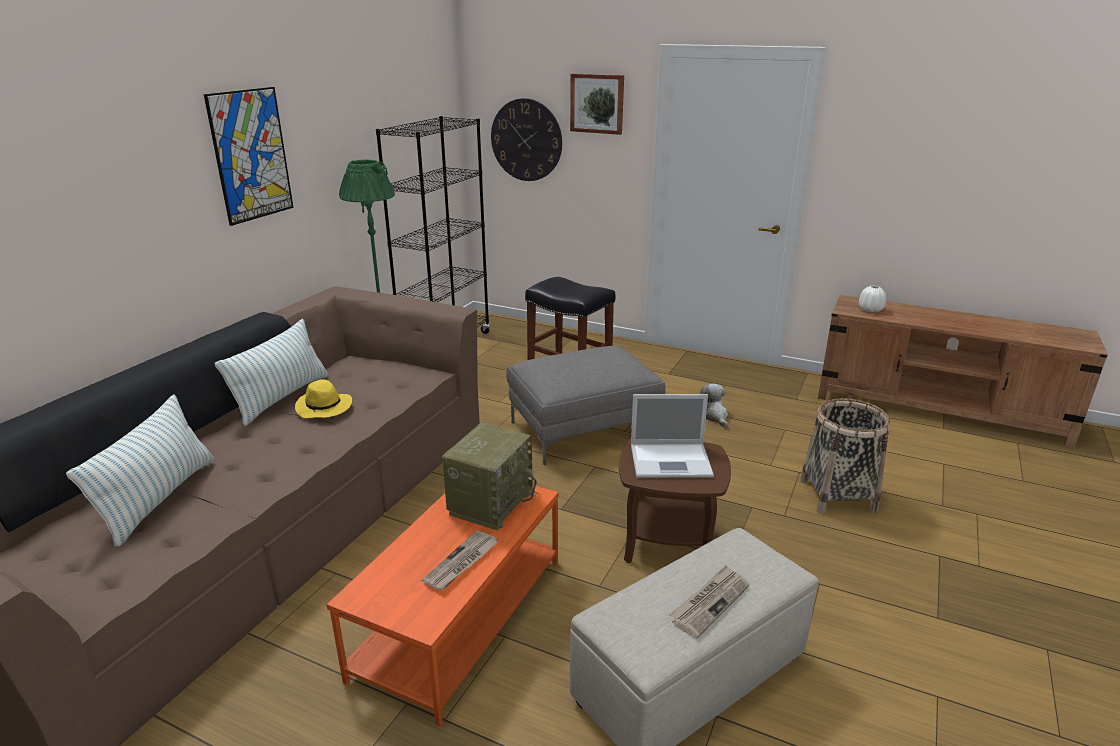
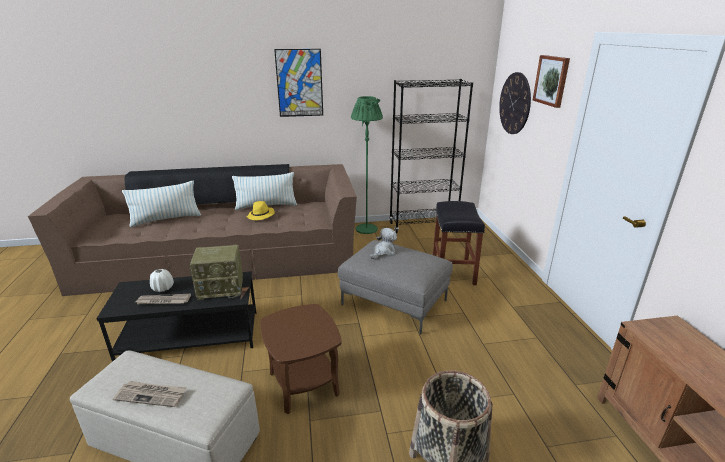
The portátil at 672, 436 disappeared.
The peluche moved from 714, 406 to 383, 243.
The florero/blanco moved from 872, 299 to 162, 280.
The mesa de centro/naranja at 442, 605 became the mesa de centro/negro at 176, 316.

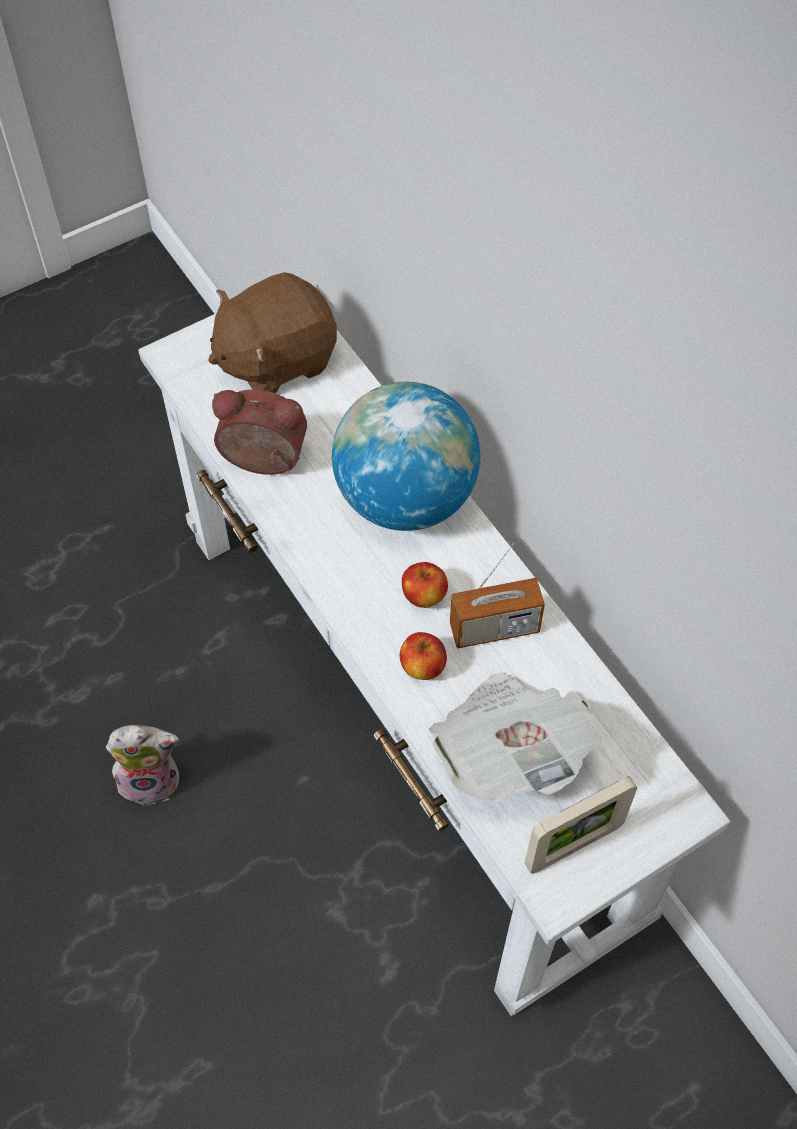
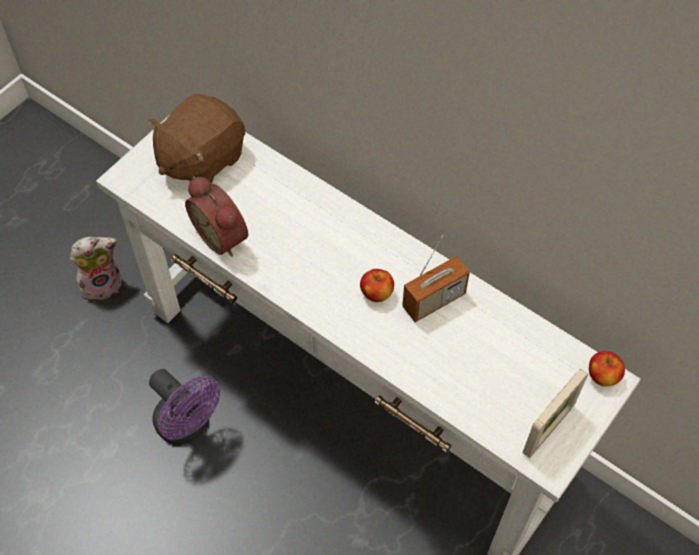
The globo terráqueo at 406, 456 disappeared.
The periódico at 516, 737 disappeared.
The ventilador/morado at 184, 407 appeared.
The peluche moved from 142, 765 to 96, 268.
The manzana moved from 423, 656 to 607, 368.
The despertador at 259, 432 turned 120 degrees counterclockwise.

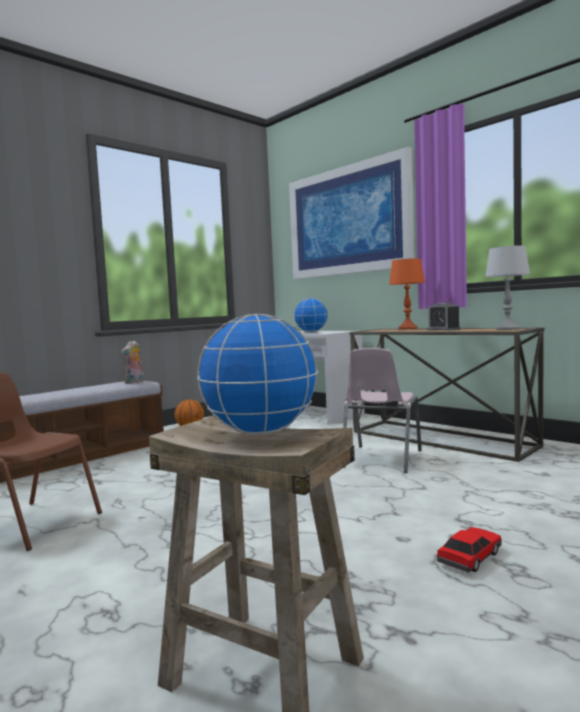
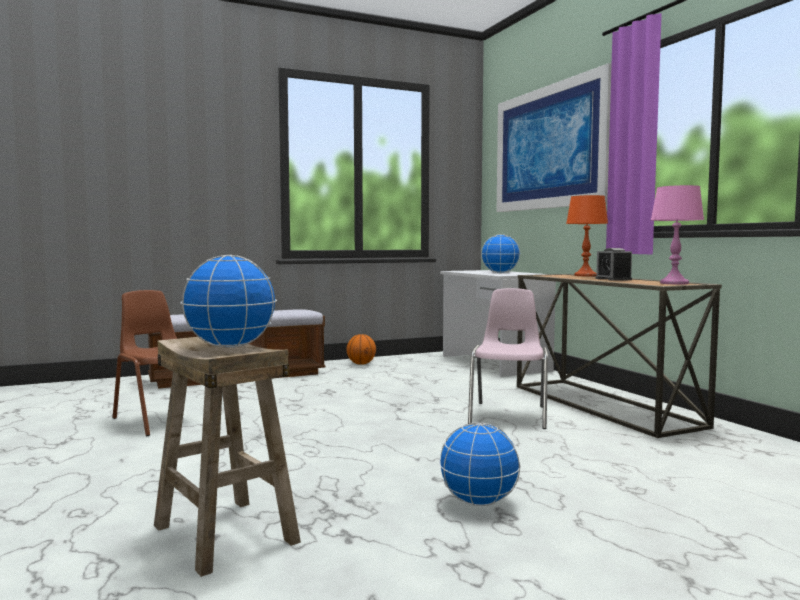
The peluche at 132, 362 disappeared.
The coche de juguete at 469, 550 was replaced by the globo terráqueo at 480, 464.
The lámpara de mesa/gris at 507, 287 became the lámpara de mesa/rosa at 677, 235.
The silla/rosa at 382, 410 turned 150 degrees clockwise.

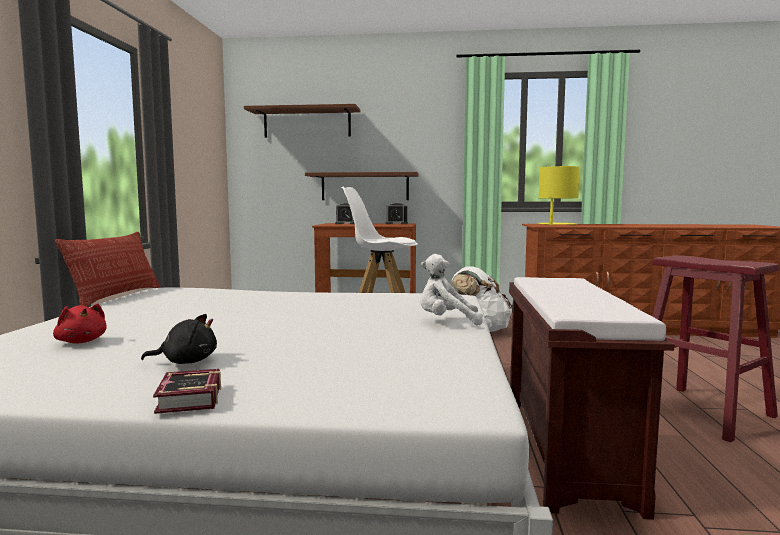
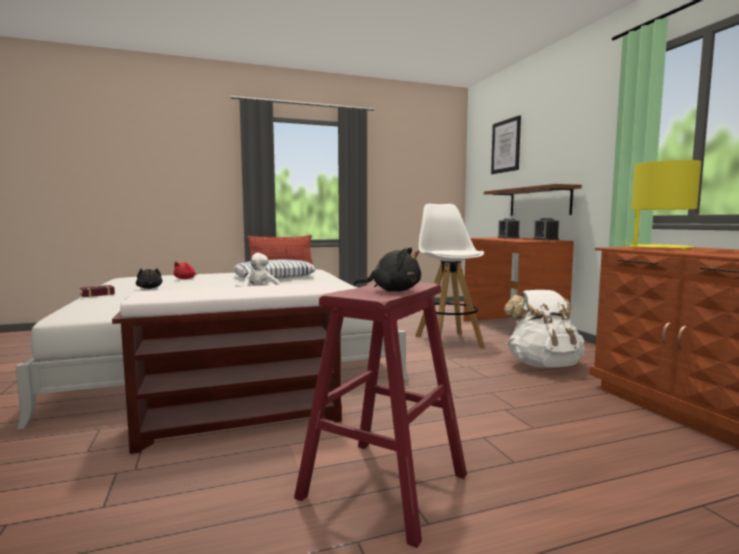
The cojín at 274, 269 appeared.
The peluche/negro at 387, 270 appeared.
The estante/marrón at 302, 121 was replaced by the cuadro at 506, 144.

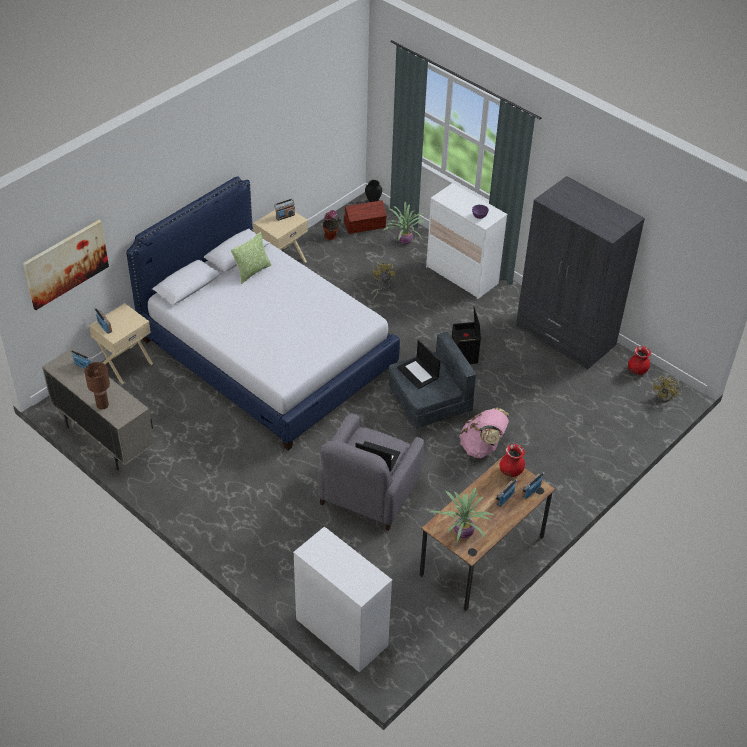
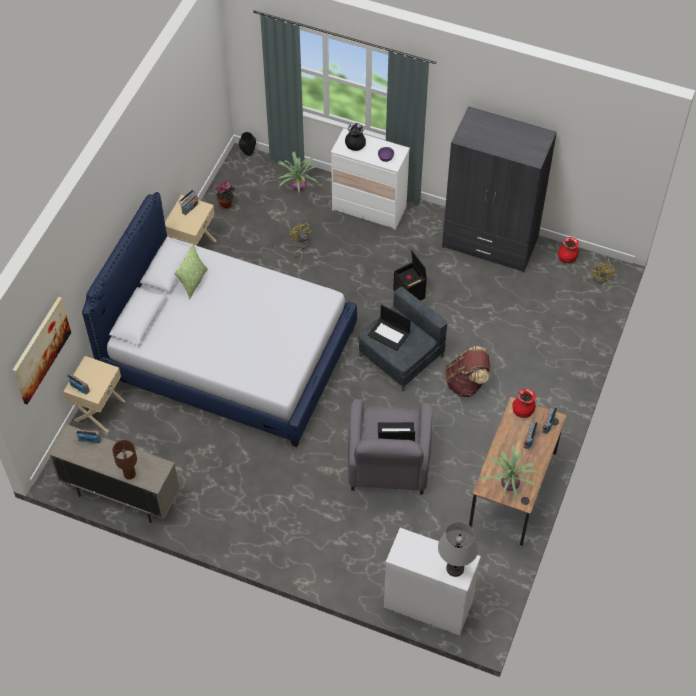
The caja de almacenaje/marrón at 365, 217 disappeared.
The florero/negro at 355, 137 appeared.
The lámpara de mesa/gris at 458, 549 appeared.
The mochila/rosa at 484, 433 became the mochila/marrón at 467, 371.

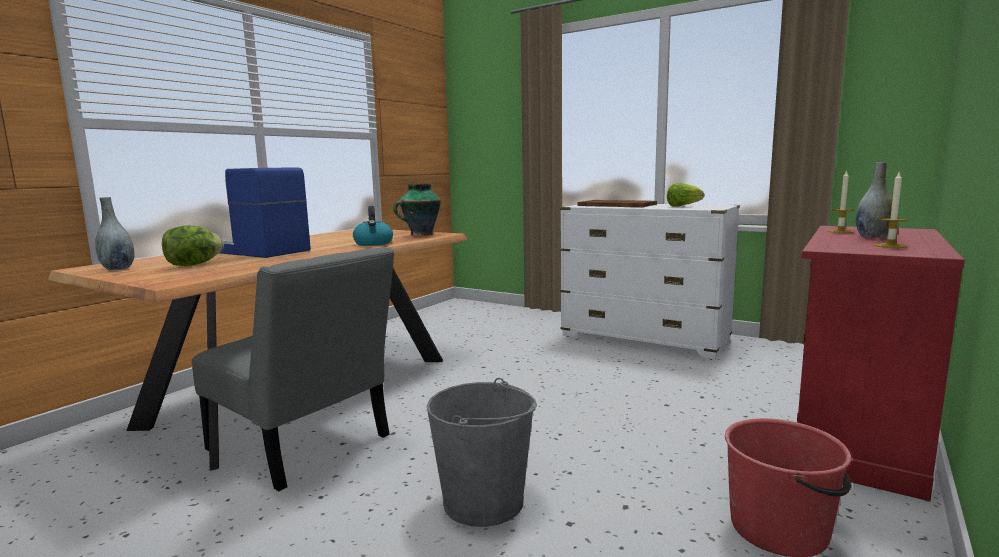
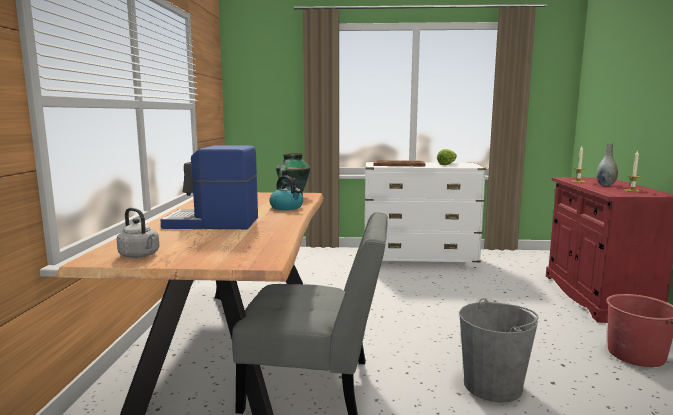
The lechuga at 193, 245 disappeared.
The florero/gris at 115, 233 was replaced by the hervidor/gris at 138, 233.

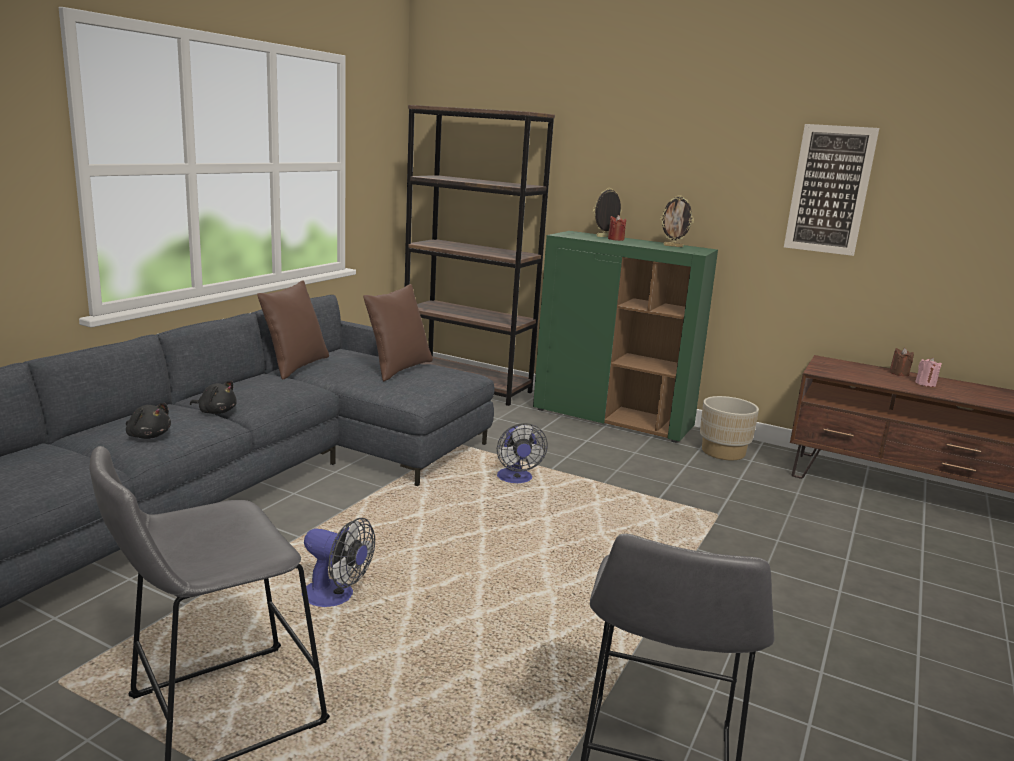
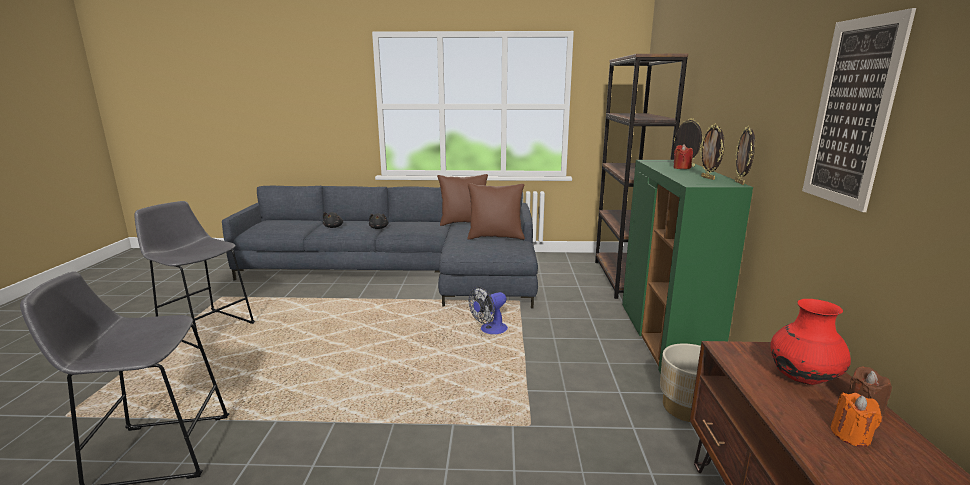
The ventilador at 338, 562 disappeared.
The portarretratos at 745, 155 appeared.
The florero/rojo at 810, 342 appeared.
The vela/rosa at 928, 372 became the vela/naranja at 856, 419.

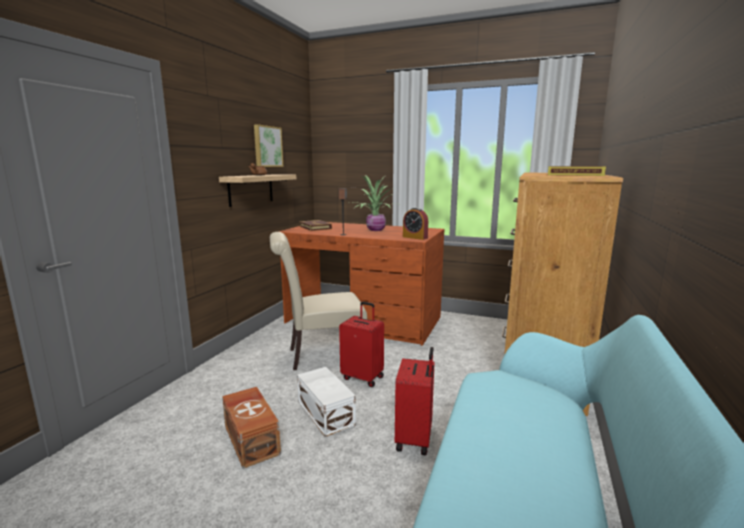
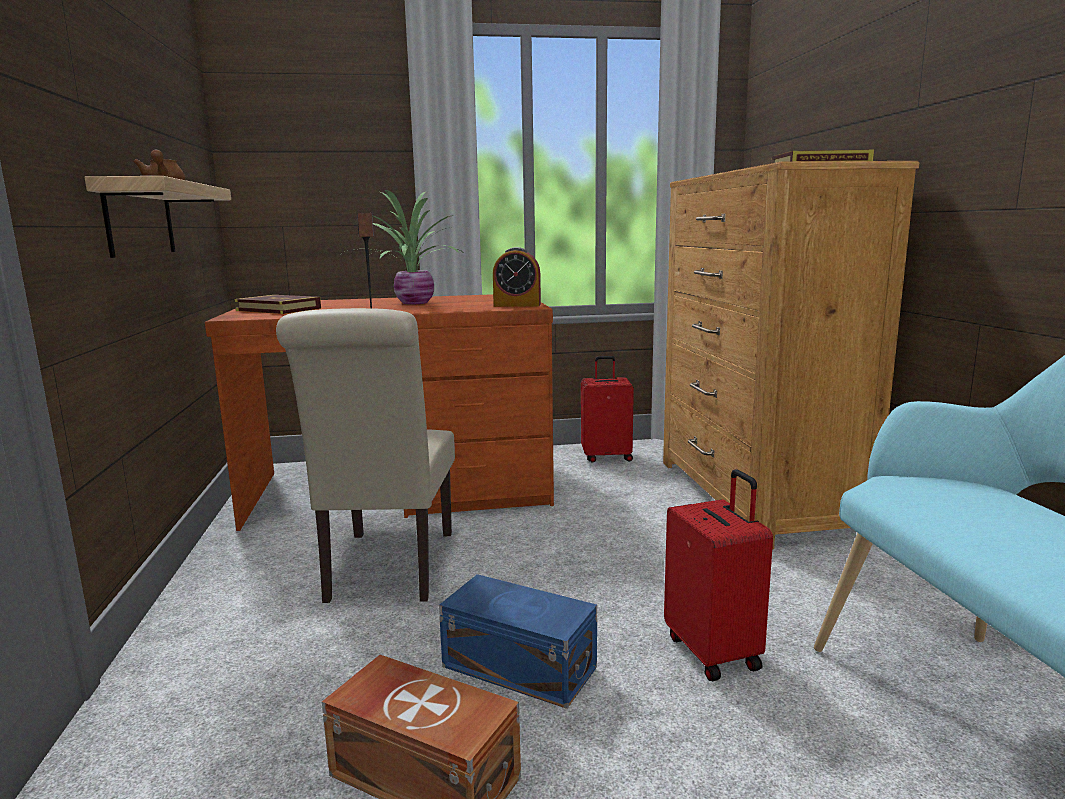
The cuadro at 268, 145 disappeared.
The maleta/rojo moved from 361, 344 to 607, 409.
The caja de almacenaje/blanco at 326, 402 became the caja de almacenaje/azul at 518, 641.
The silla/beis at 318, 301 turned 45 degrees counterclockwise.

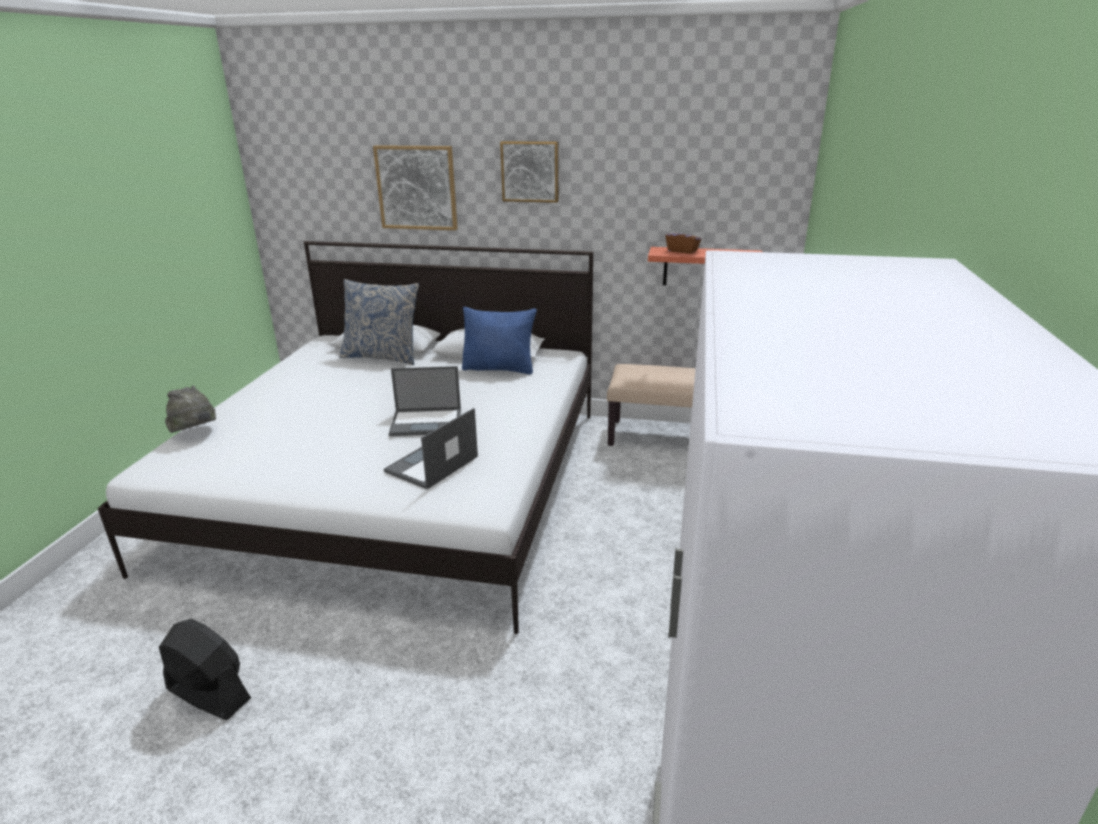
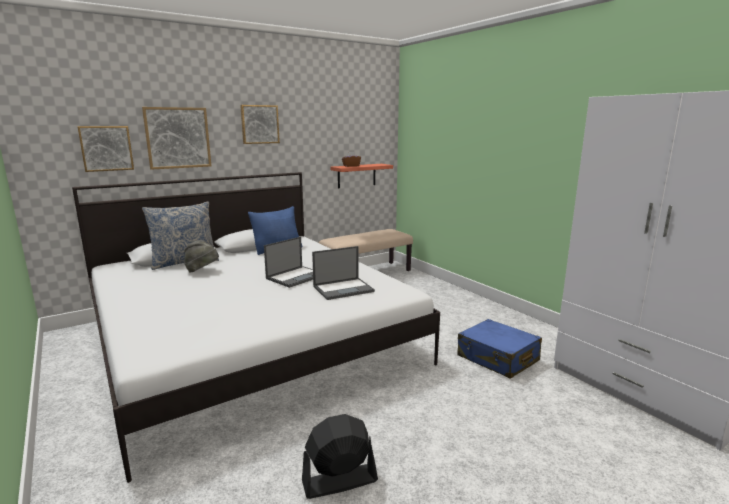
The cuadro at 105, 149 appeared.
The maleta/azul at 500, 349 appeared.
The sombrero/gris moved from 190, 409 to 201, 256.
The portátil at 431, 448 turned 105 degrees counterclockwise.

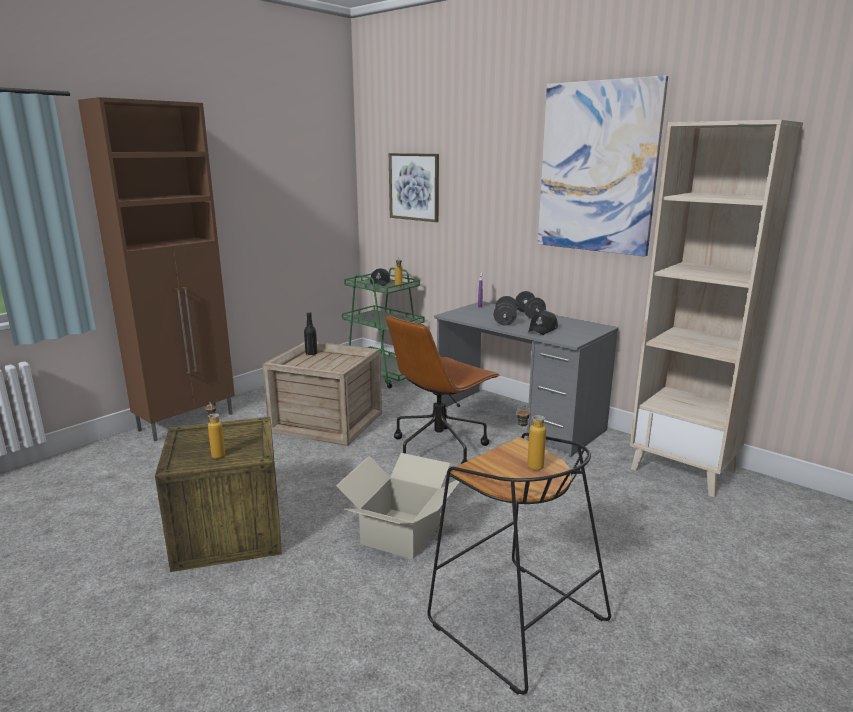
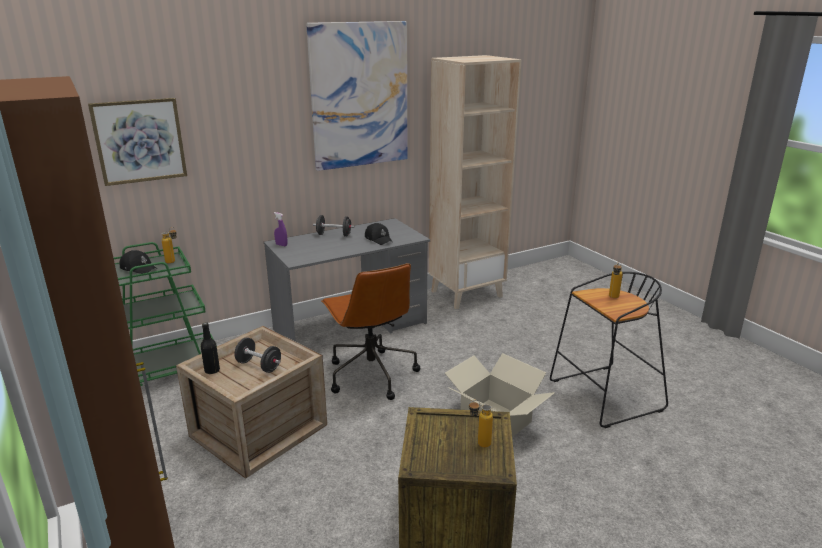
The mancuerna/negro moved from 506, 311 to 257, 355.

